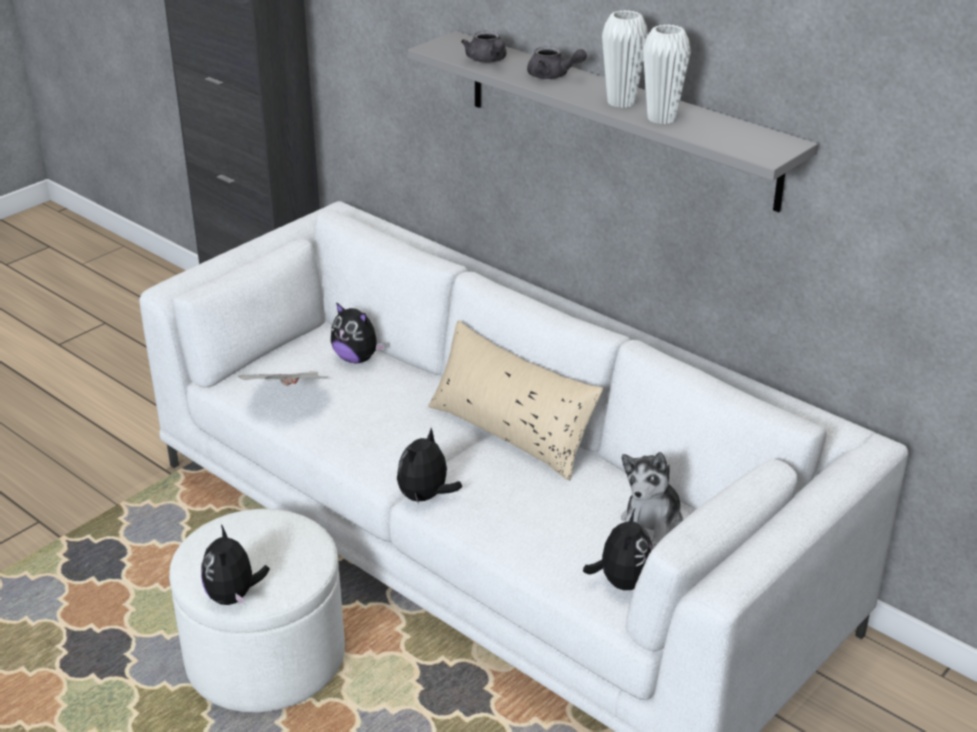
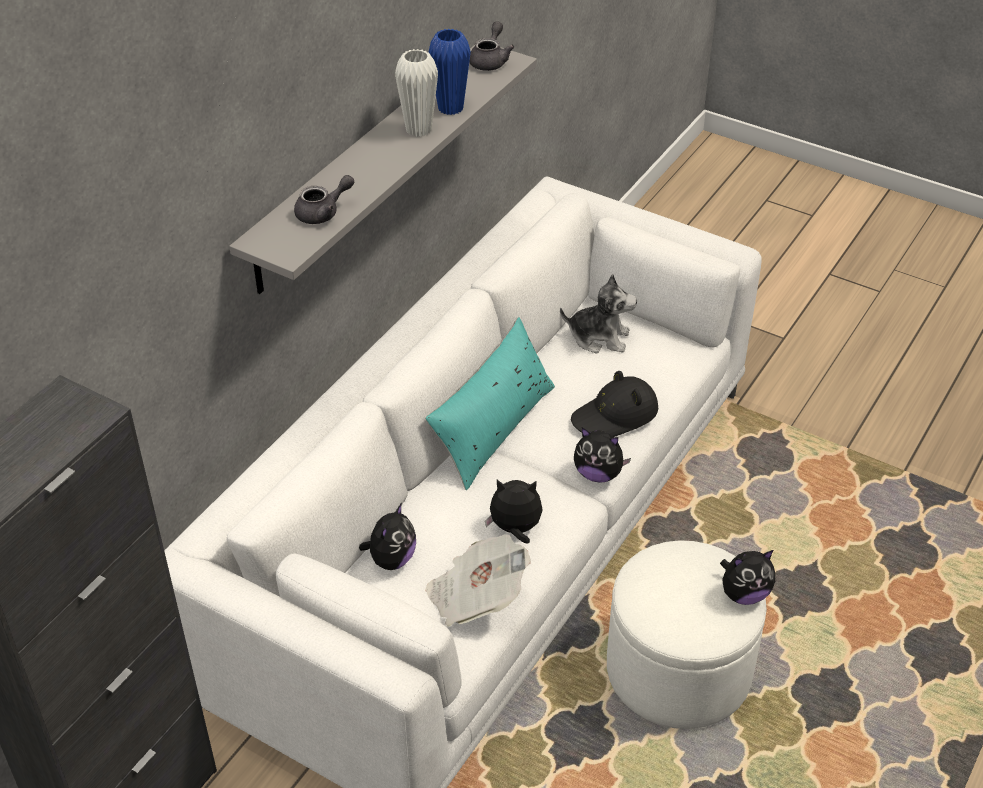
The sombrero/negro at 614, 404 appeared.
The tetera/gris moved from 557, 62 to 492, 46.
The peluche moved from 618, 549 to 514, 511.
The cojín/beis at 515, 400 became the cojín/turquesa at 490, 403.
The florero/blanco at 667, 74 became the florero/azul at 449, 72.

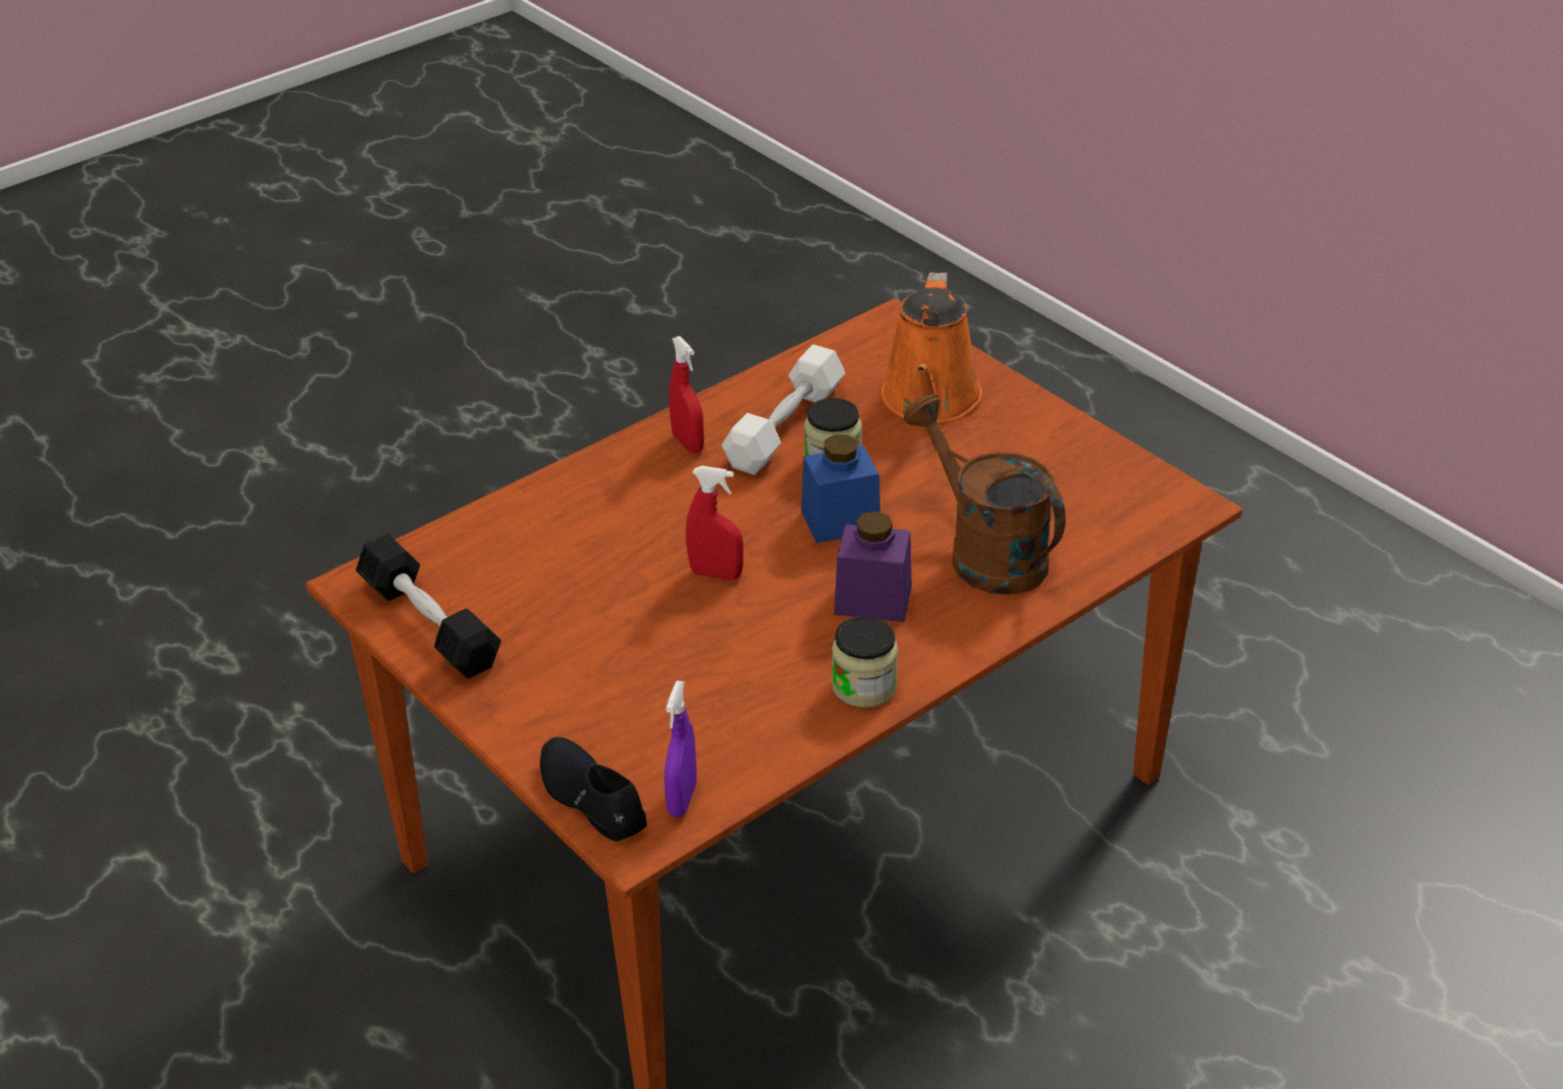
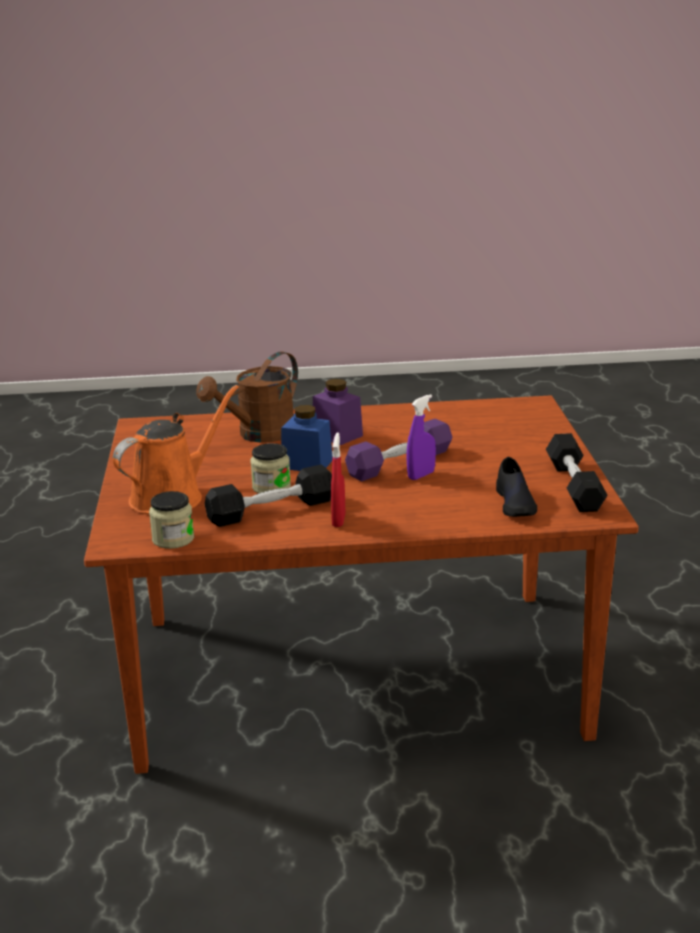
The zapato/negro moved from 593, 789 to 516, 487.
The pulverizador/morado moved from 680, 749 to 421, 437.
The tarro moved from 865, 662 to 171, 520.
The pulverizador/rojo at 714, 523 was replaced by the mancuerna/morado at 398, 450.
The mancuerna/blanco at 783, 410 became the mancuerna/negro at 268, 496.
The regadera/marrón at 985, 494 turned 45 degrees clockwise.

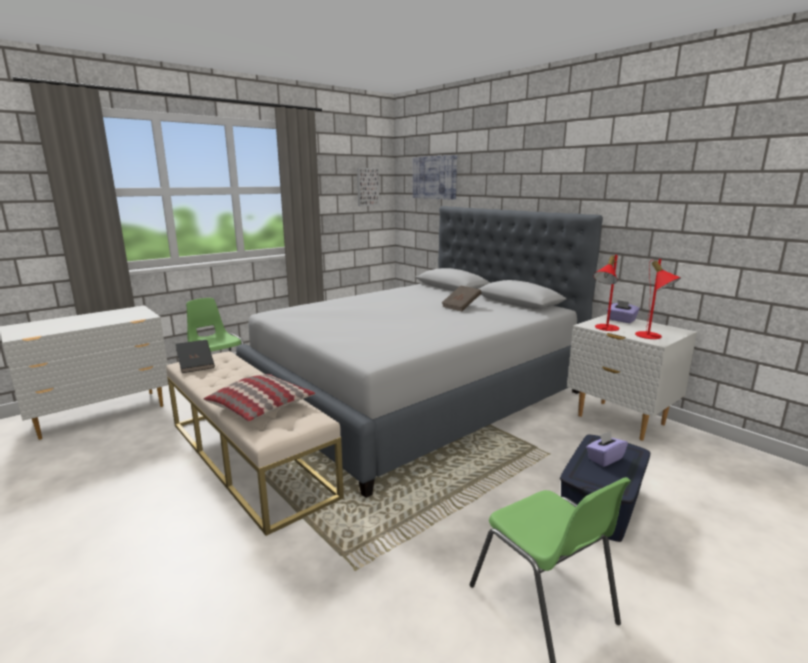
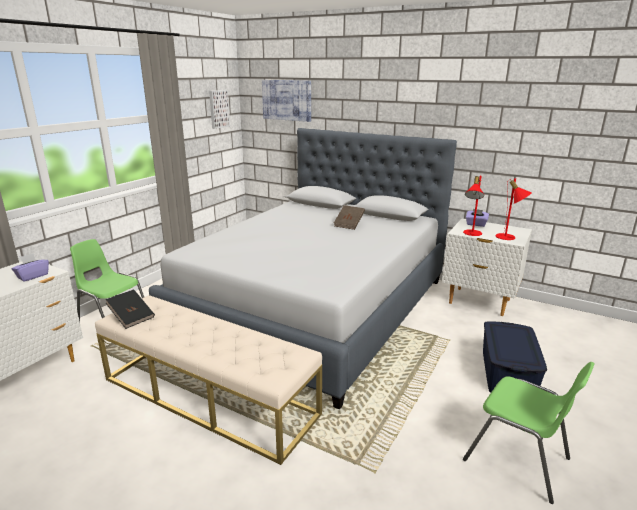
The cojín at 259, 398 disappeared.
The caja de pañuelos/morado moved from 607, 449 to 30, 267.

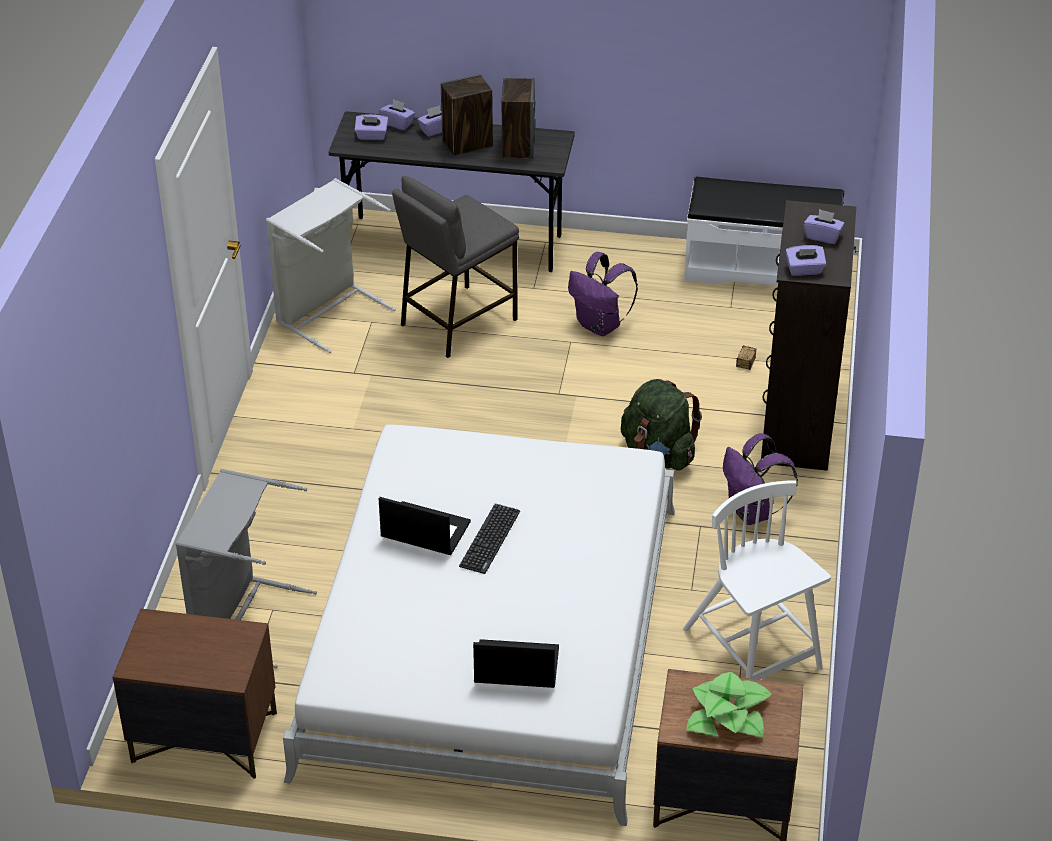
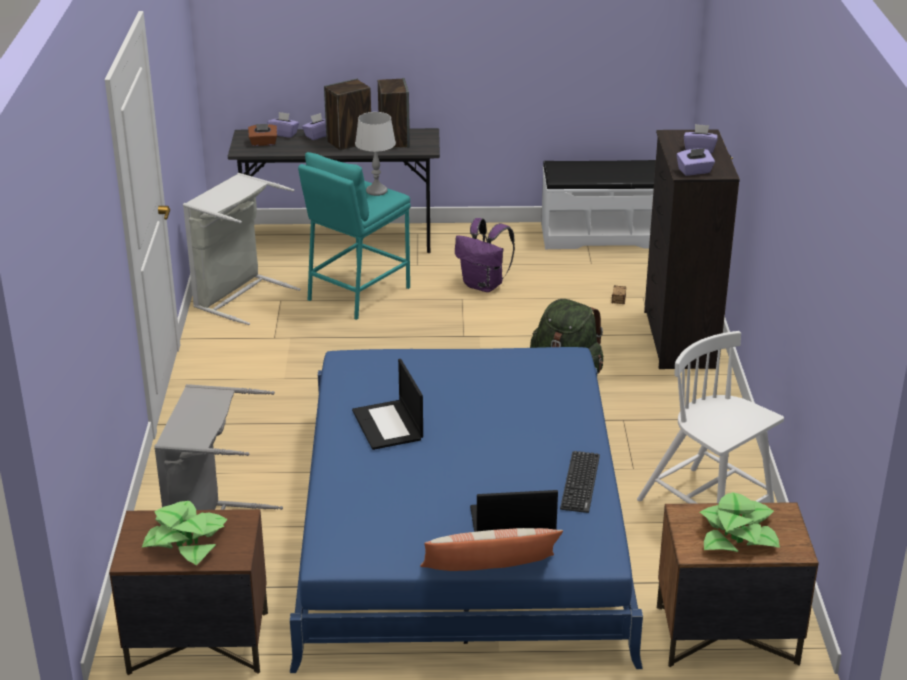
The mochila/morado at 760, 479 disappeared.
The planta en maceta at 185, 533 appeared.
The lámpara de mesa/gris at 375, 154 appeared.
The cojín at 491, 549 appeared.
The teclado moved from 489, 539 to 580, 482.
The cama/blanco at 479, 625 became the cama/azul at 466, 510.
The caja de pañuelos/morado at 371, 127 became the caja de pañuelos/marrón at 262, 135.
The taburete/gris at 455, 267 became the taburete/turquesa at 354, 236.
The portátil at 425, 526 turned 120 degrees counterclockwise.

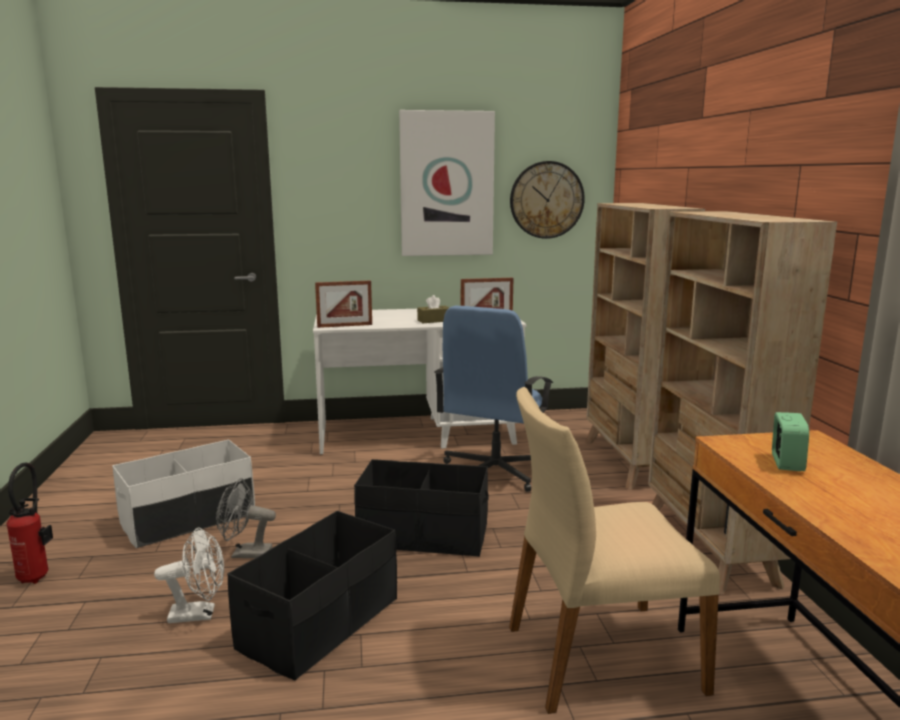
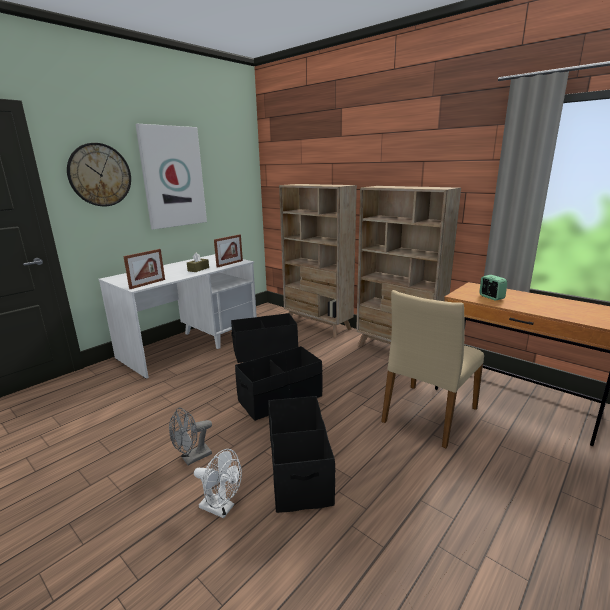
The extintor at 29, 523 disappeared.
The caja de almacenaje/blanco at 183, 494 disappeared.
The reloj de pared moved from 547, 200 to 99, 174.
The silla de oficina/azul at 493, 399 was replaced by the caja de almacenaje/negro at 264, 338.
The ventilador/blanco at 189, 575 turned 75 degrees clockwise.

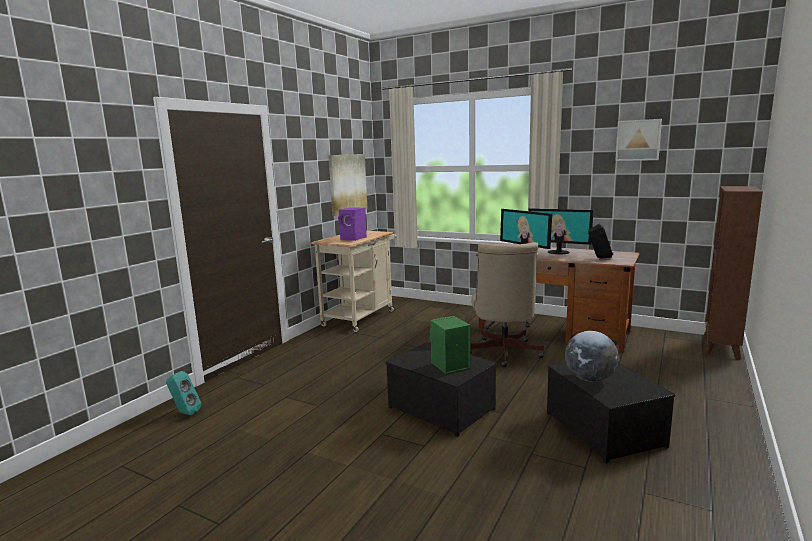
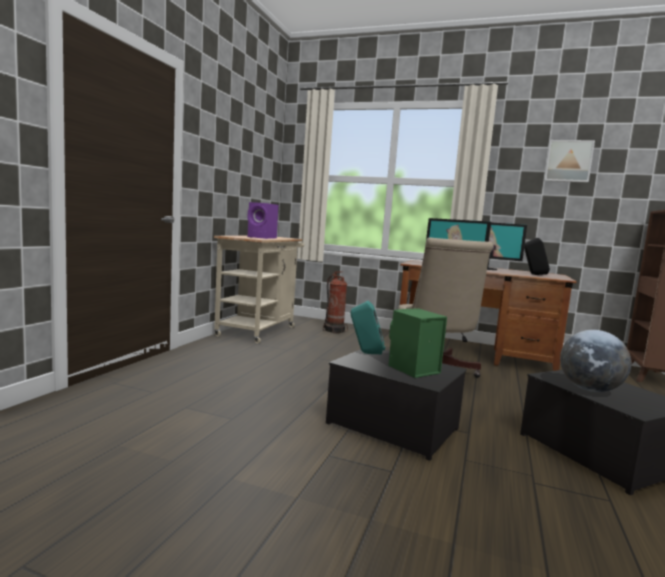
The cuadro at 348, 185 disappeared.
The extintor at 335, 302 appeared.
The altavoz/turquesa moved from 183, 393 to 368, 327.

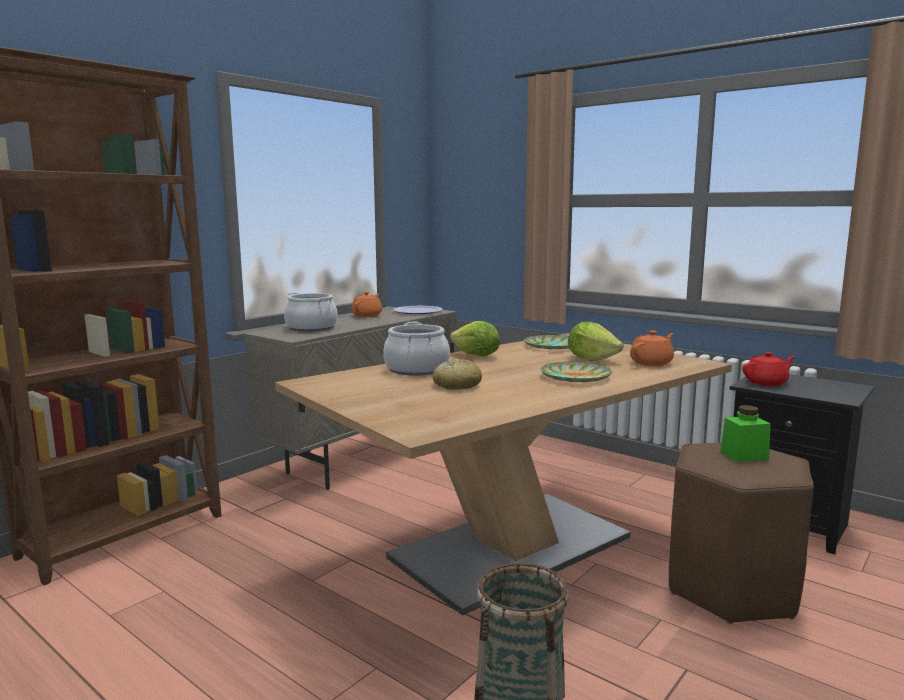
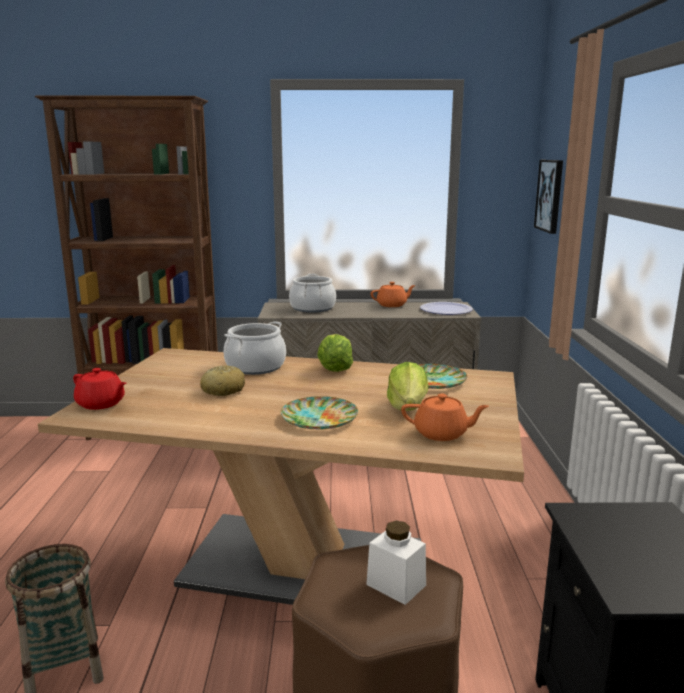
The cuadro at 548, 197 appeared.
The tetera/rojo moved from 769, 369 to 99, 389.
The tarro/verde at 745, 433 became the tarro/blanco at 396, 563.

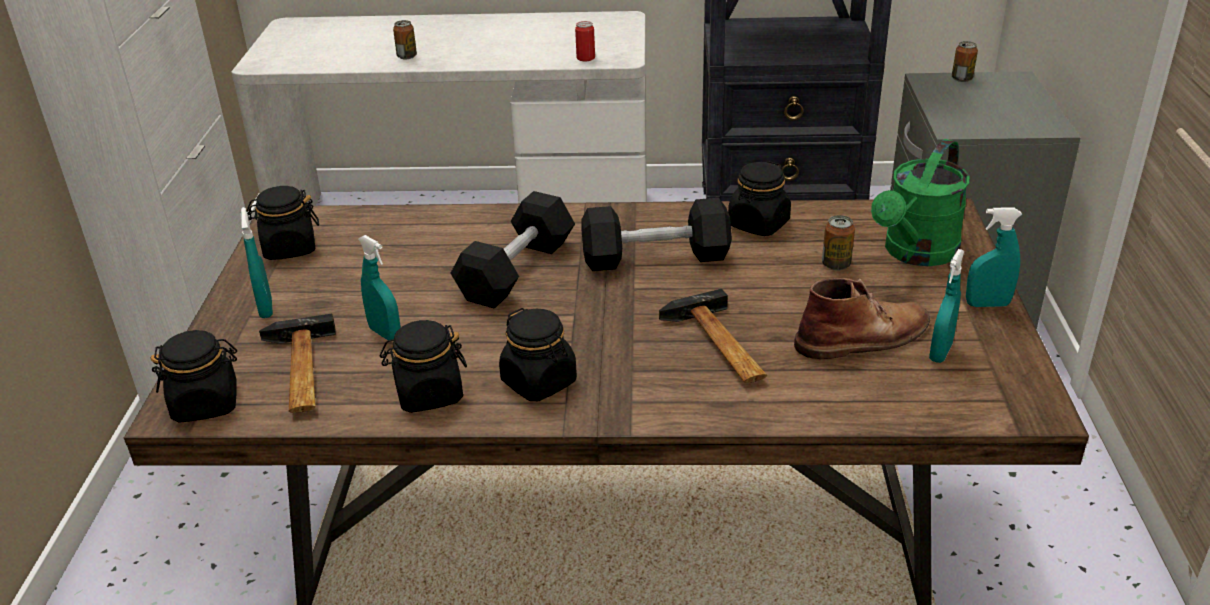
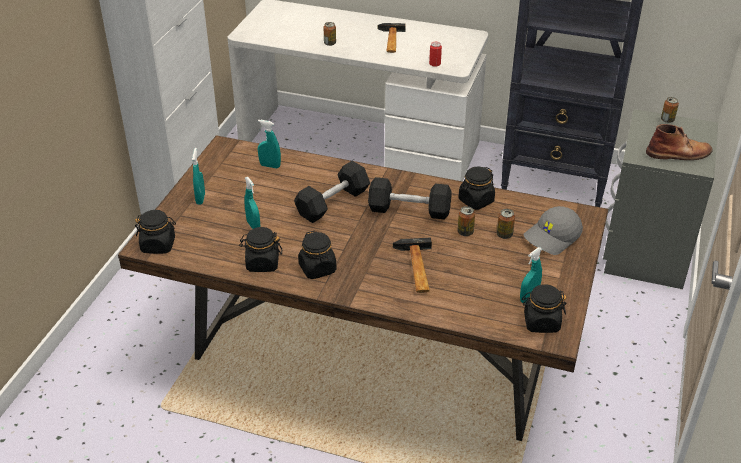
The lata at 466, 221 appeared.
The tarro/negro moved from 283, 223 to 544, 308.
The martillo moved from 297, 363 to 392, 38.
The bota/marrón moved from 862, 318 to 679, 142.
The pulverizador/turquesa moved from 994, 257 to 269, 144.
The regadera/verde at 920, 202 was replaced by the gorra/gris at 553, 230.

